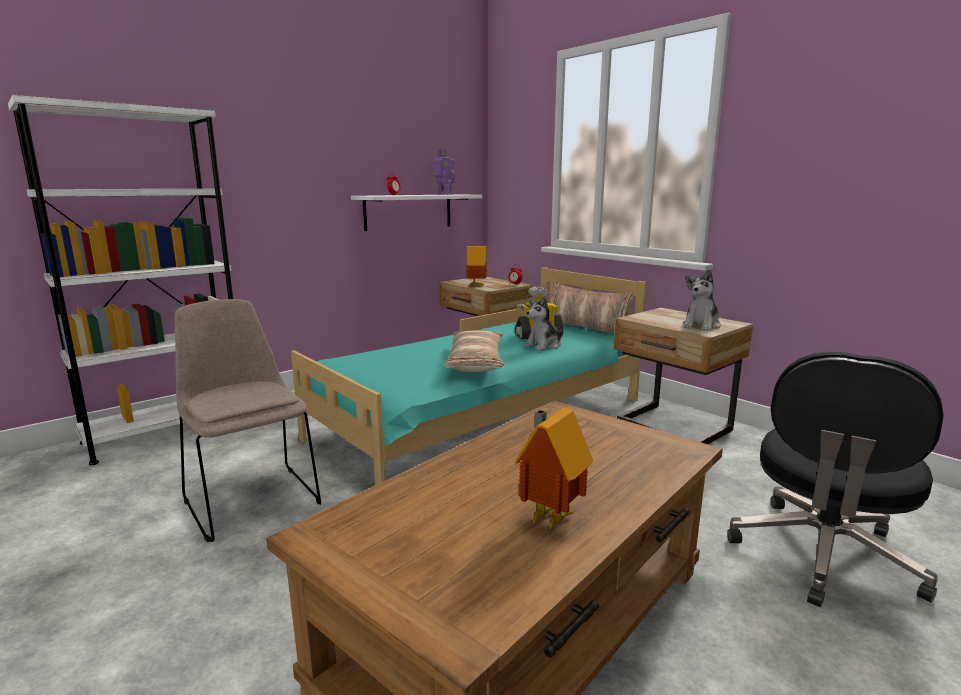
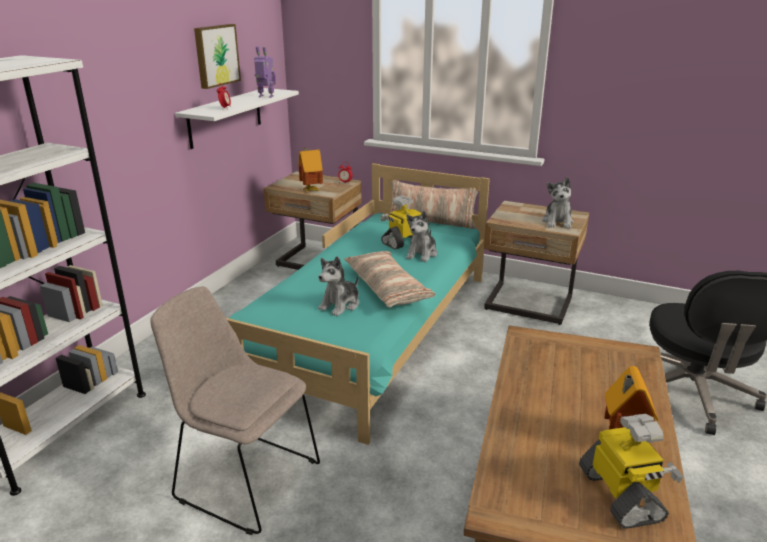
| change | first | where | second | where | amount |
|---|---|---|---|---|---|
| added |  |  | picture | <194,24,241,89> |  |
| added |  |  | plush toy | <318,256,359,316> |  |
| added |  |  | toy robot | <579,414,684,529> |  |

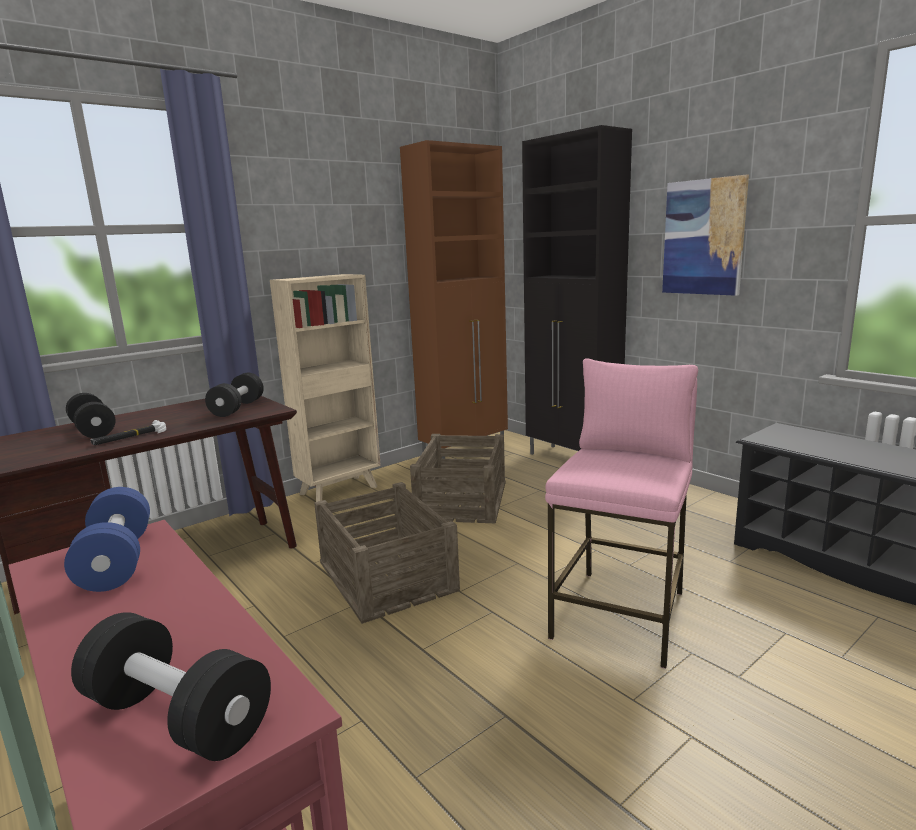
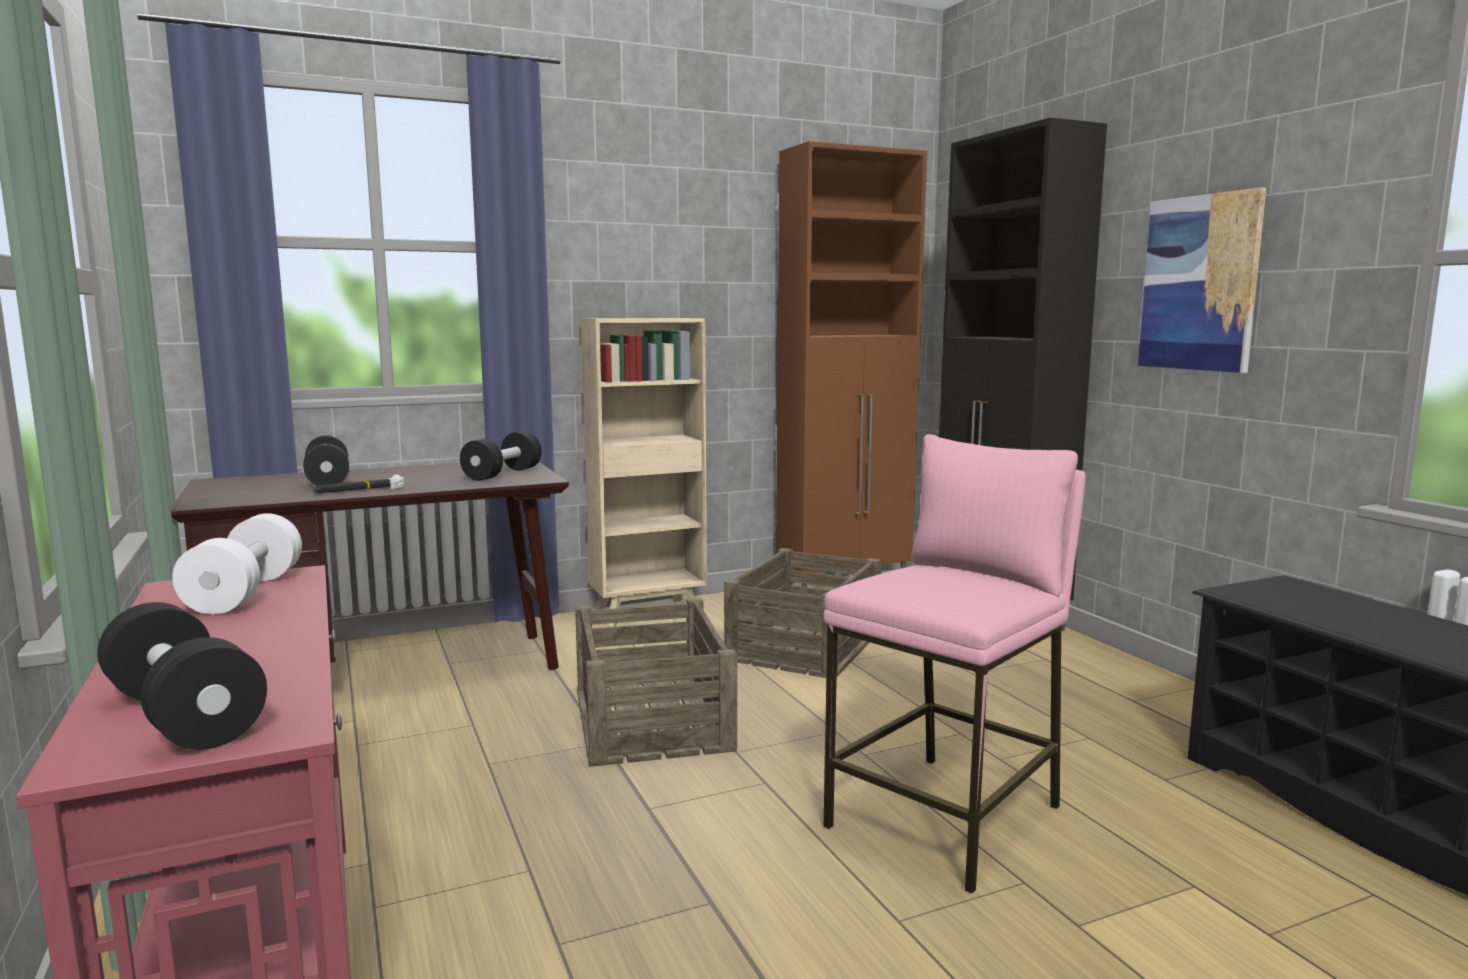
| change | first | where | second | where | amount |
|---|---|---|---|---|---|
| recoloured | blue dumbbell | <64,487,150,592> | white dumbbell | <172,513,302,614> |  |

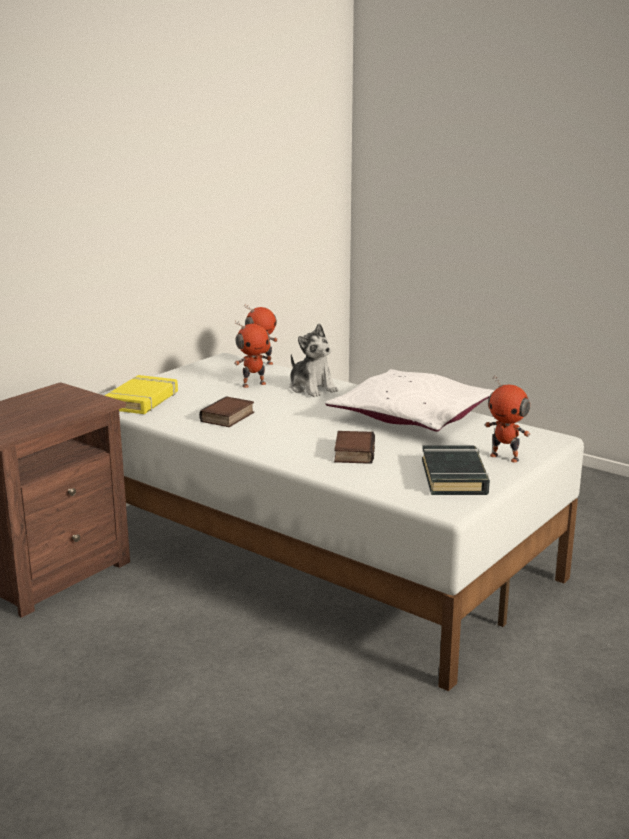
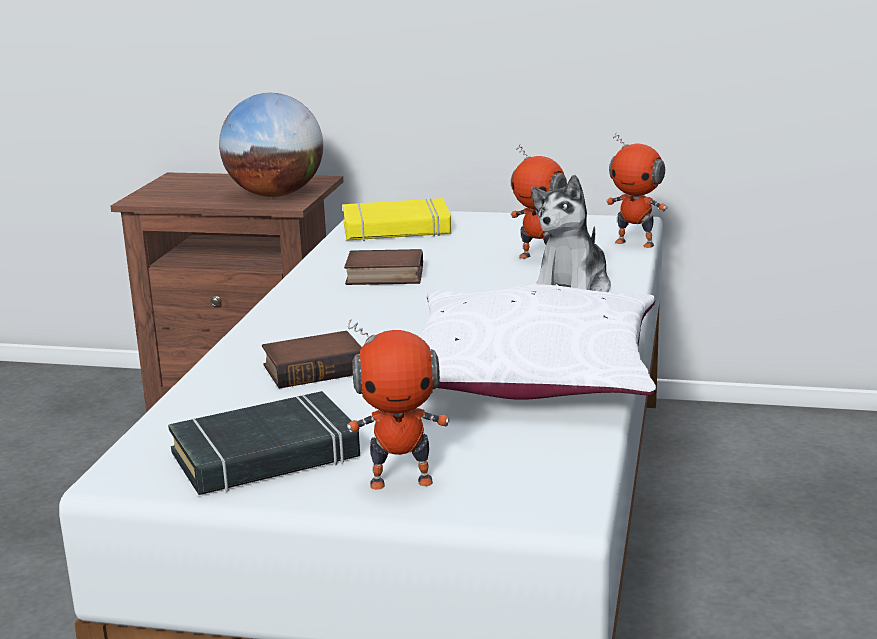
| change | first | where | second | where | amount |
|---|---|---|---|---|---|
| turned | toy robot | <485,375,530,463> |  | <347,319,449,490> | 105 degrees counterclockwise |
| added |  |  | globe | <219,93,323,197> |  |

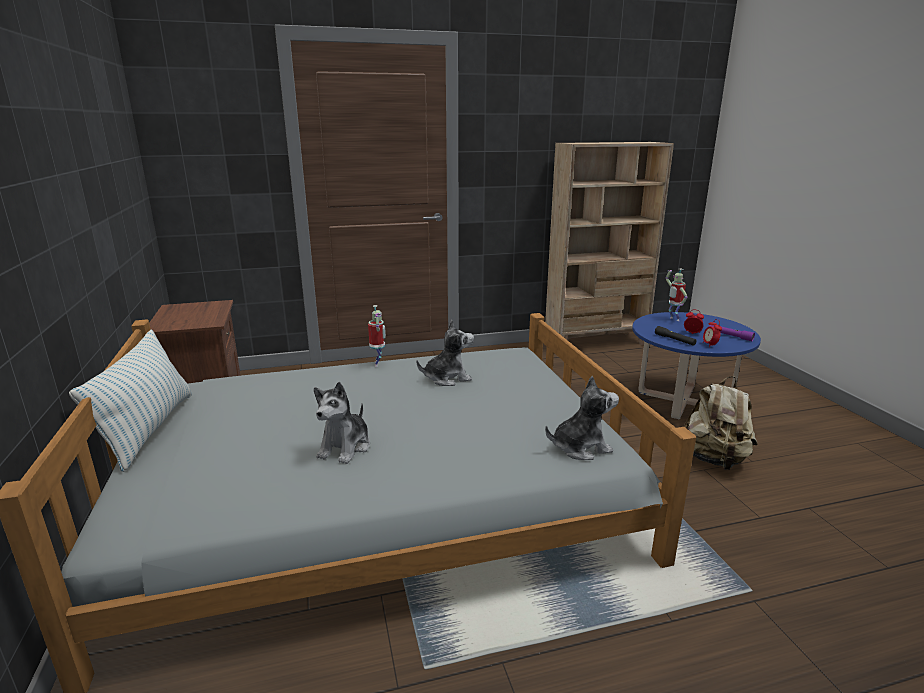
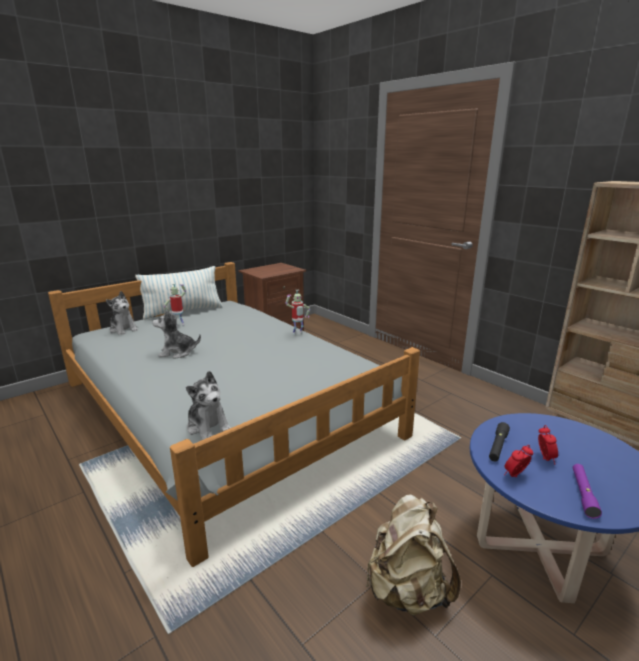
| change | first | where | second | where | amount |
|---|---|---|---|---|---|
| moved | plush toy | <417,320,474,386> |  | <106,291,138,335> |  |
| moved | toy robot | <666,268,687,321> |  | <164,283,186,327> |  |

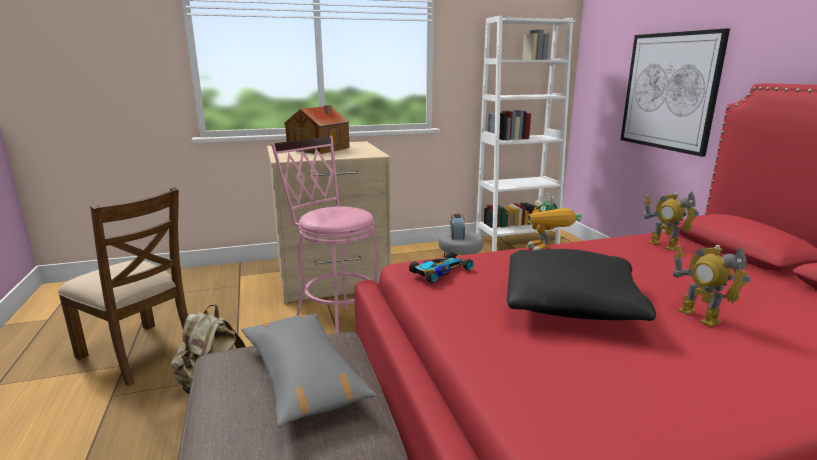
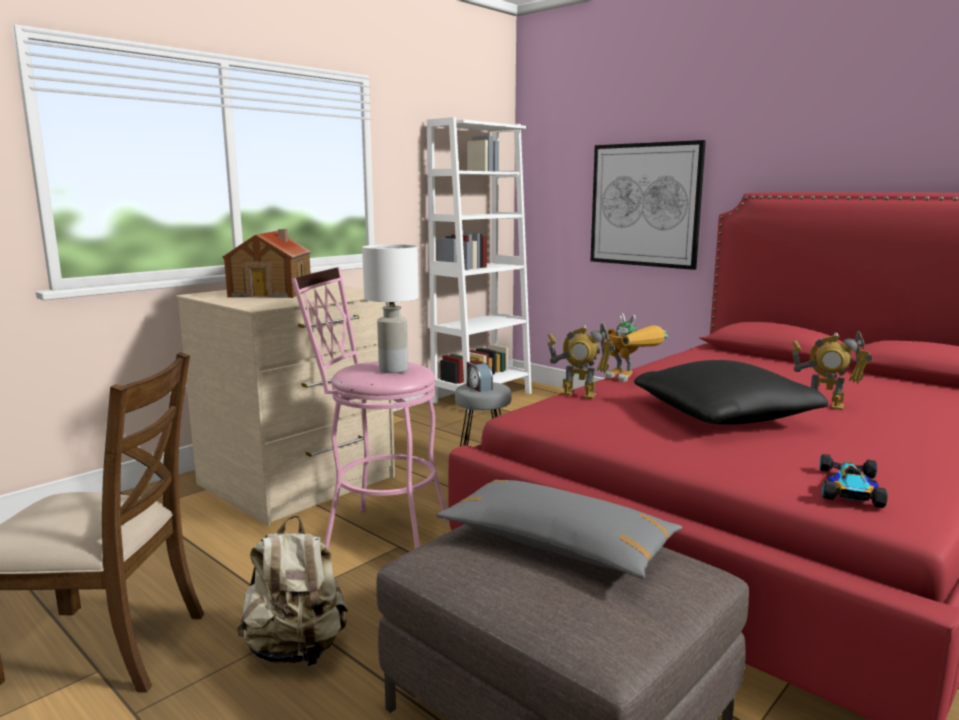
| change | first | where | second | where | amount |
|---|---|---|---|---|---|
| moved | toy car | <409,251,474,283> |  | <820,454,888,508> |  |
| moved | toy robot | <644,191,699,251> |  | <548,322,615,399> |  |
| added |  |  | white table lamp | <362,244,419,373> |  |

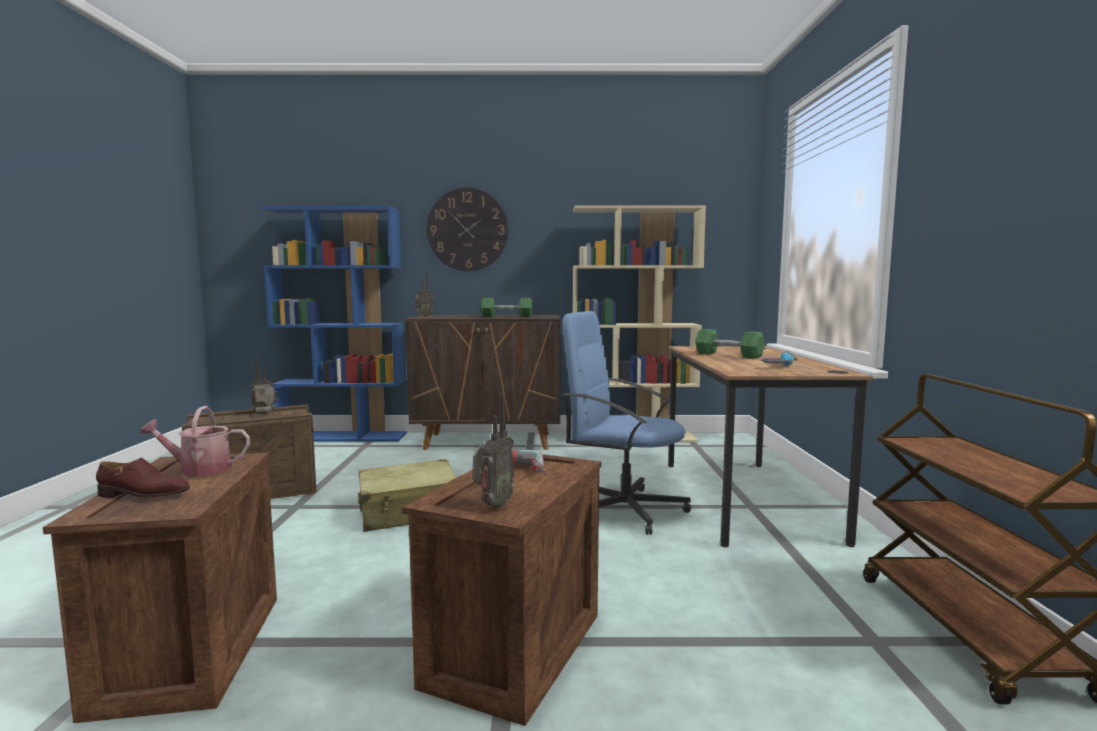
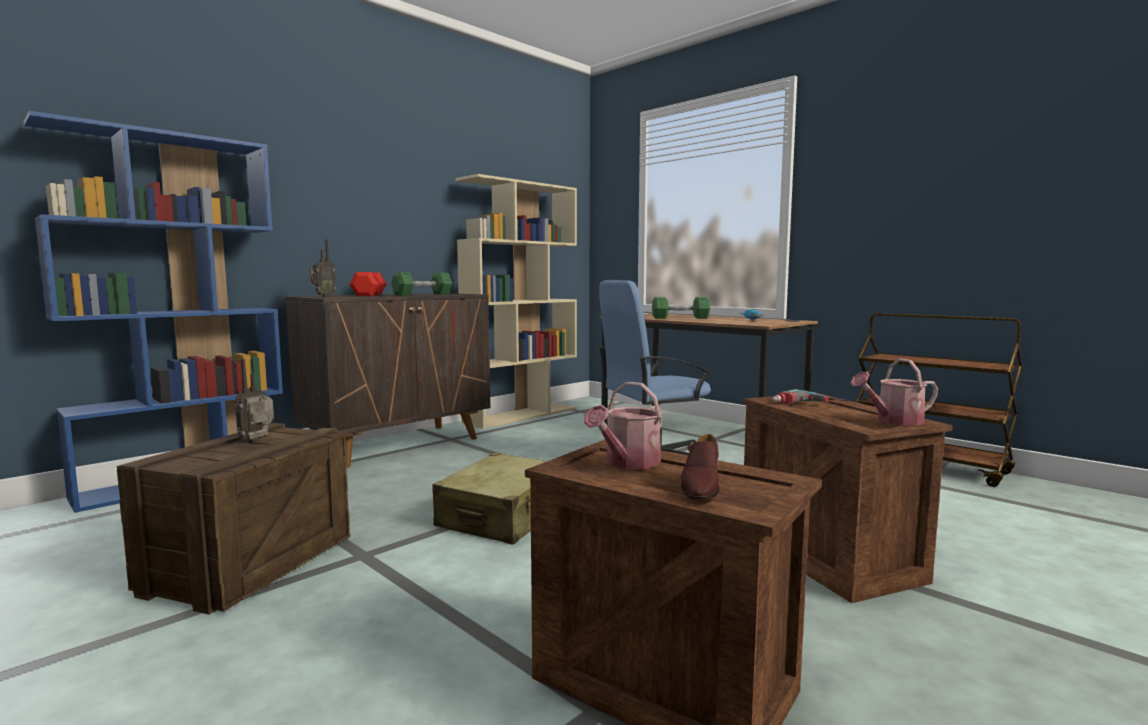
| change | first | where | second | where | amount |
|---|---|---|---|---|---|
| turned | brown shoe | <96,458,190,498> |  | <681,434,719,500> | 150 degrees clockwise |
| removed | wall clock | <426,188,508,271> |  |  |  |
| replaced | radio | <473,392,514,508> | watering can | <851,358,938,426> |  |
| added |  |  | red dumbbell | <349,272,387,296> |  |

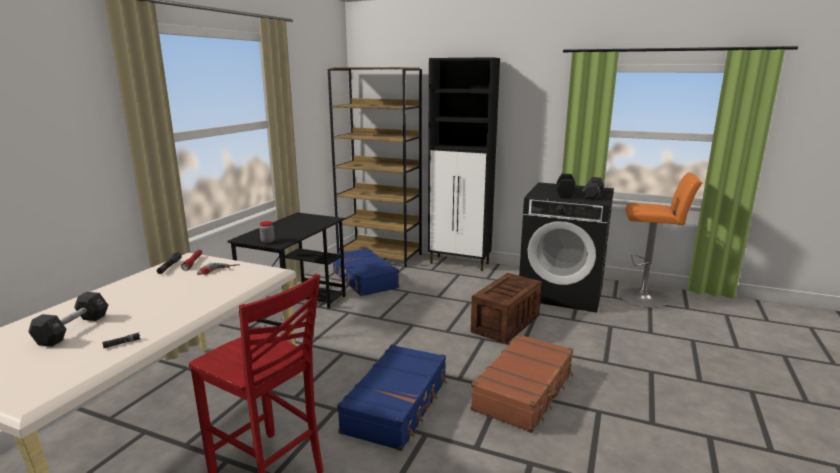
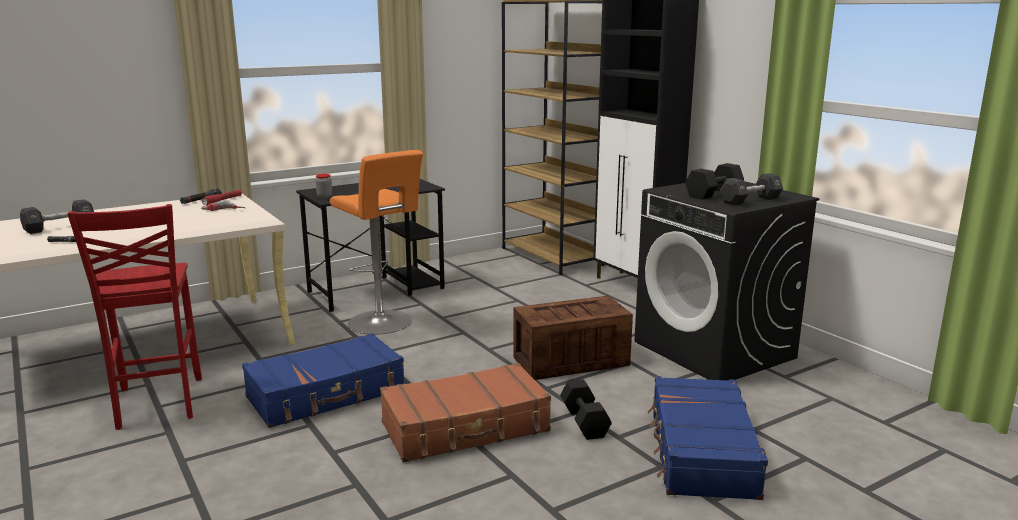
| change | first | where | second | where | amount |
|---|---|---|---|---|---|
| moved | blue suitcase | <333,248,399,296> |  | <648,376,768,500> |  |
| moved | orange stool | <619,172,702,308> |  | <330,150,423,335> |  |
| added |  |  | black dumbbell | <560,380,612,440> |  |

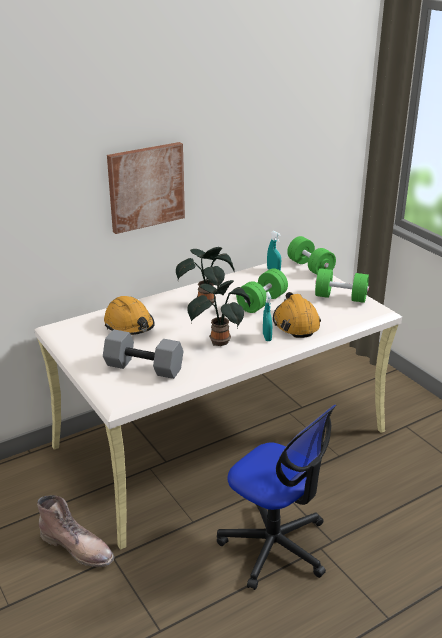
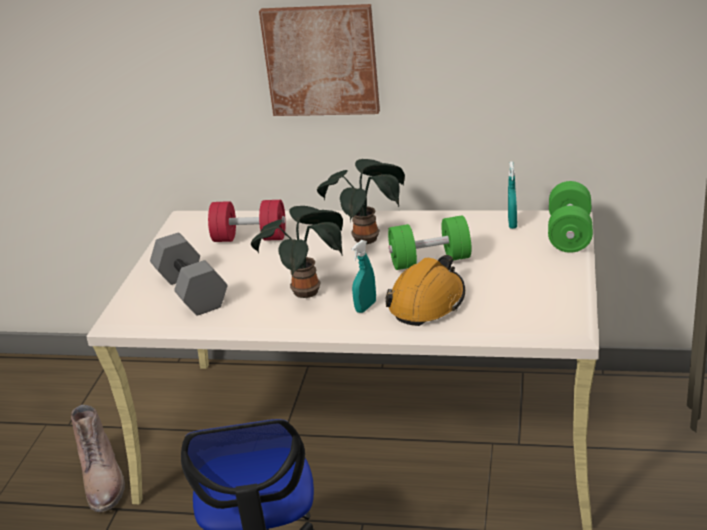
| change | first | where | second | where | amount |
|---|---|---|---|---|---|
| replaced | orange hard hat | <104,296,155,335> | red dumbbell | <208,200,286,242> |  |
| removed | green dumbbell | <315,268,369,303> |  |  |  |

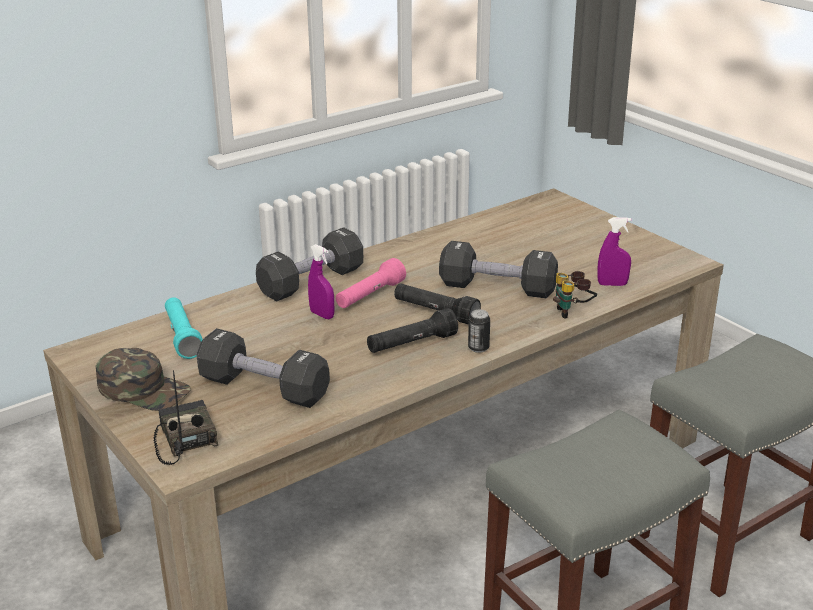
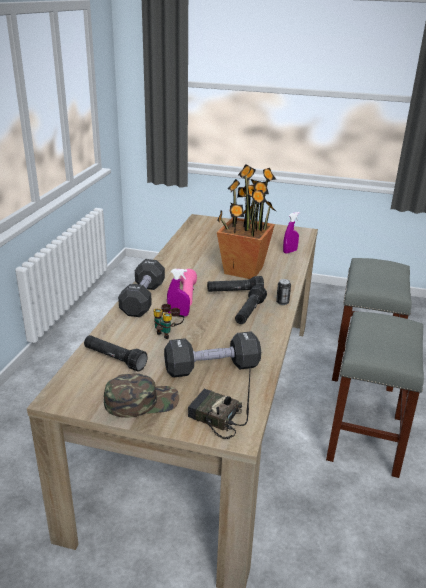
| change | first | where | second | where | amount |
|---|---|---|---|---|---|
| recoloured | turquoise flashlight | <165,297,203,359> | black flashlight | <84,335,148,372> |  |
| replaced | black dumbbell | <439,241,558,298> | potted plant | <217,164,276,279> |  |
| moved | binoculars | <553,271,597,318> |  | <154,304,184,339> |  |

